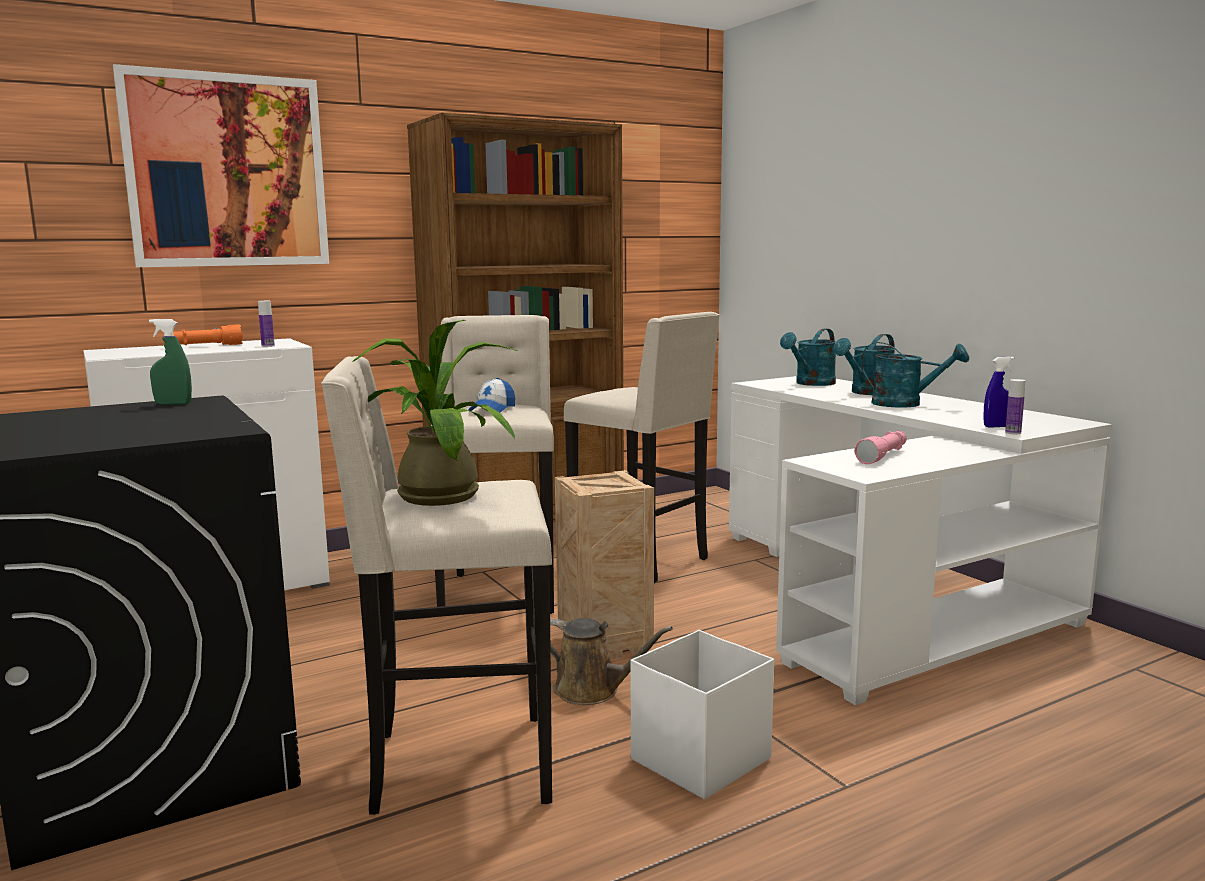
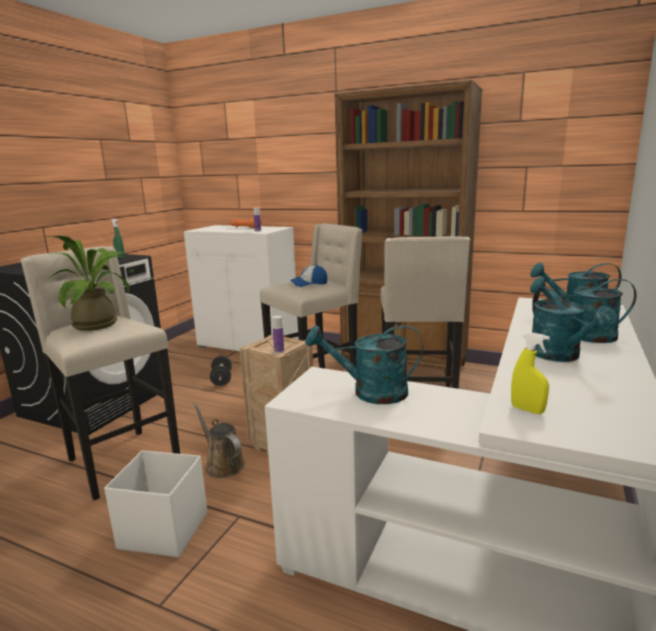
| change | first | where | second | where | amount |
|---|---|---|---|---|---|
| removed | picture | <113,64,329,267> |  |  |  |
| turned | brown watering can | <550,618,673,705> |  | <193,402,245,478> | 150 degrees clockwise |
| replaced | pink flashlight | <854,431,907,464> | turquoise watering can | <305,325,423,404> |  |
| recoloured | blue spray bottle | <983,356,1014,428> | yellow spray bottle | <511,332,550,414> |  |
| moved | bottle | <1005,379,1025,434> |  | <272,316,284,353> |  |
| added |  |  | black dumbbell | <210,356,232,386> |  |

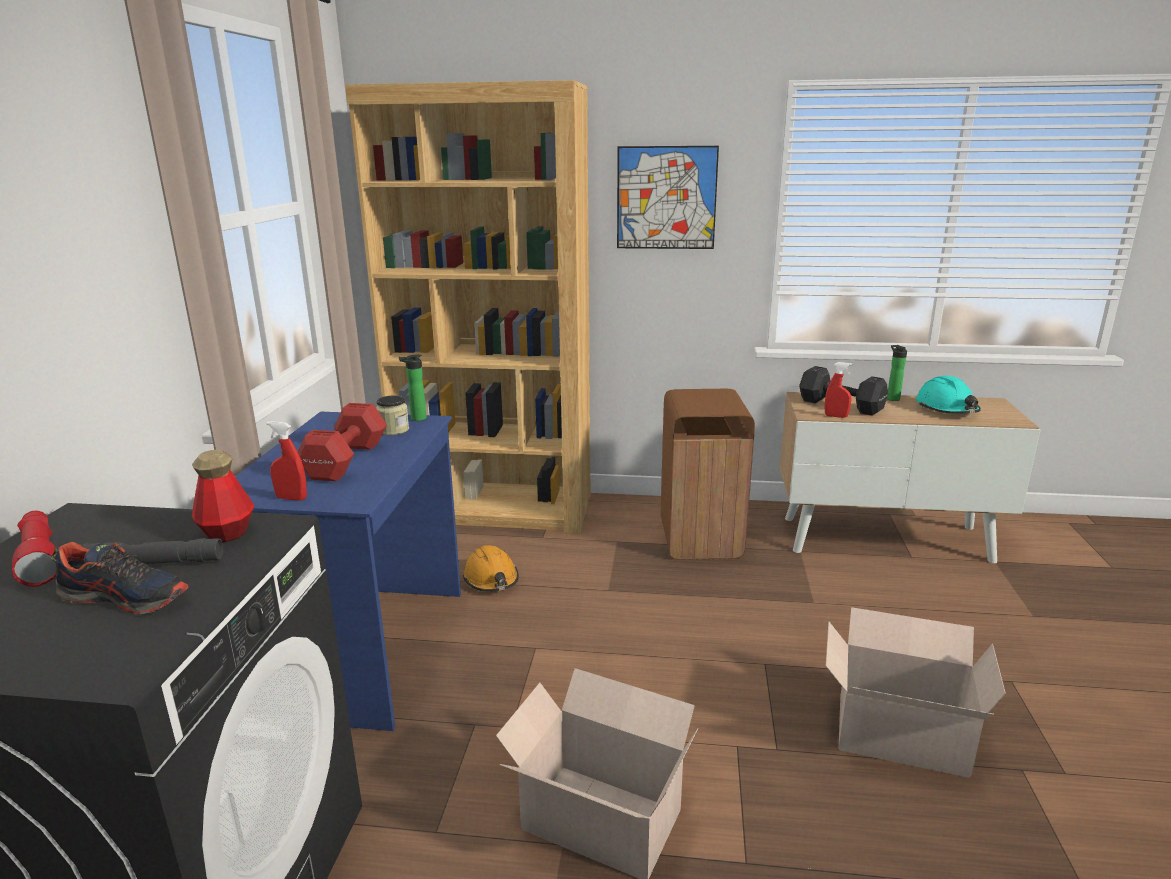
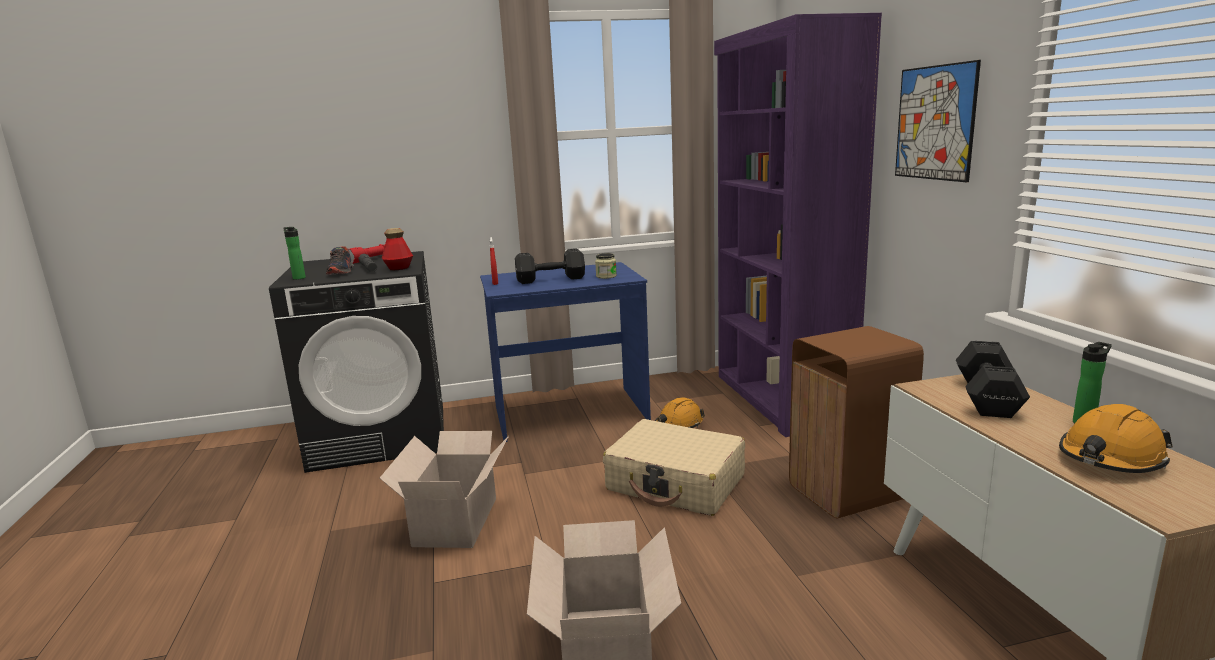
| change | first | where | second | where | amount |
|---|---|---|---|---|---|
| recoloured | red dumbbell | <298,403,387,481> | black dumbbell | <515,249,585,284> |  |
| recoloured | brown bookcase | <345,80,591,533> | purple bookcase | <714,13,882,437> |  |
| moved | bottle | <399,354,426,421> |  | <284,227,306,280> |  |
| removed | red spray bottle | <825,362,852,418> |  |  |  |
| recoloured | turquoise hard hat | <916,376,981,414> | orange hard hat | <1059,404,1173,473> |  |
| added |  |  | beige suitcase | <603,419,745,516> |  |

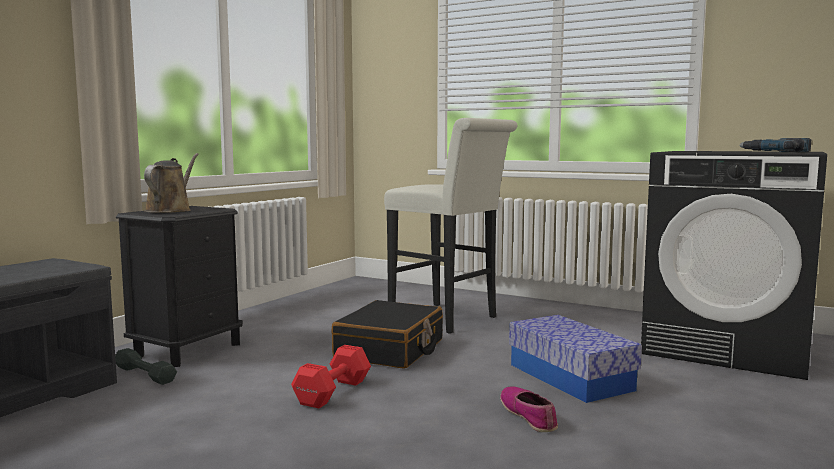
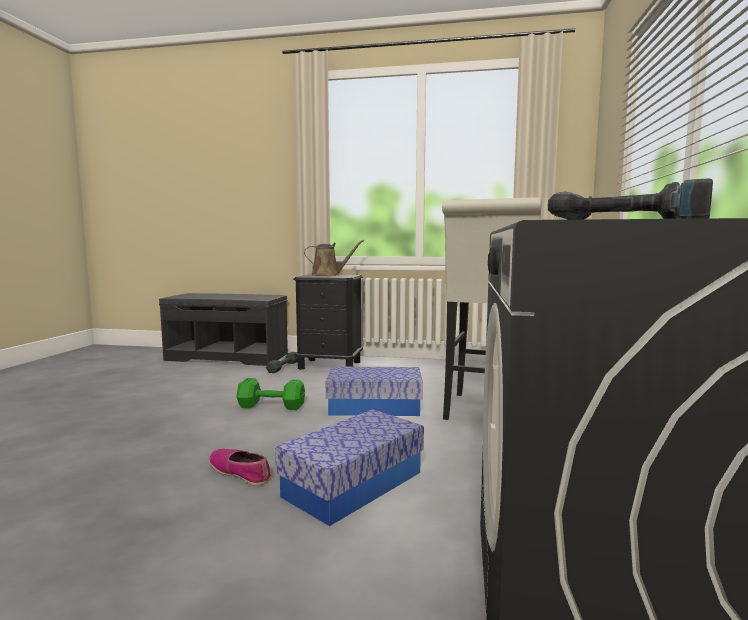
| change | first | where | second | where | amount |
|---|---|---|---|---|---|
| recoloured | red dumbbell | <291,345,371,408> | green dumbbell | <236,378,305,410> |  |
| replaced | black suitcase | <332,300,443,369> | storage box | <326,366,423,416> |  |
| turned | shoe | <500,386,558,432> |  | <209,449,271,486> | 105 degrees counterclockwise |

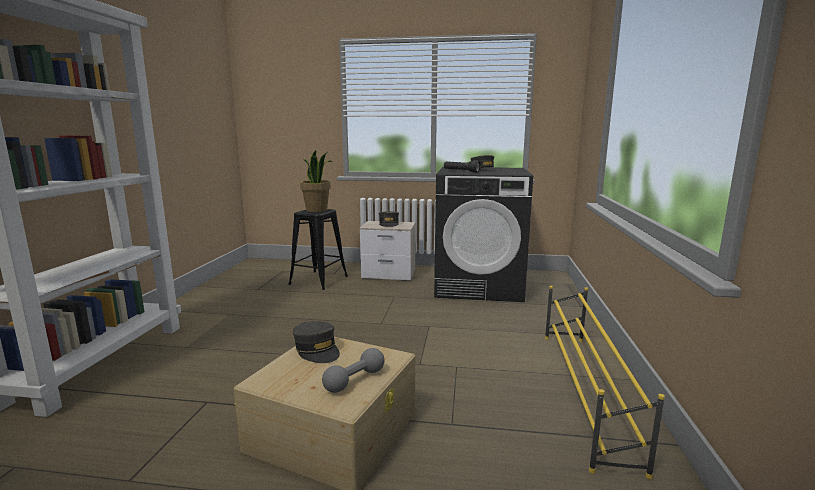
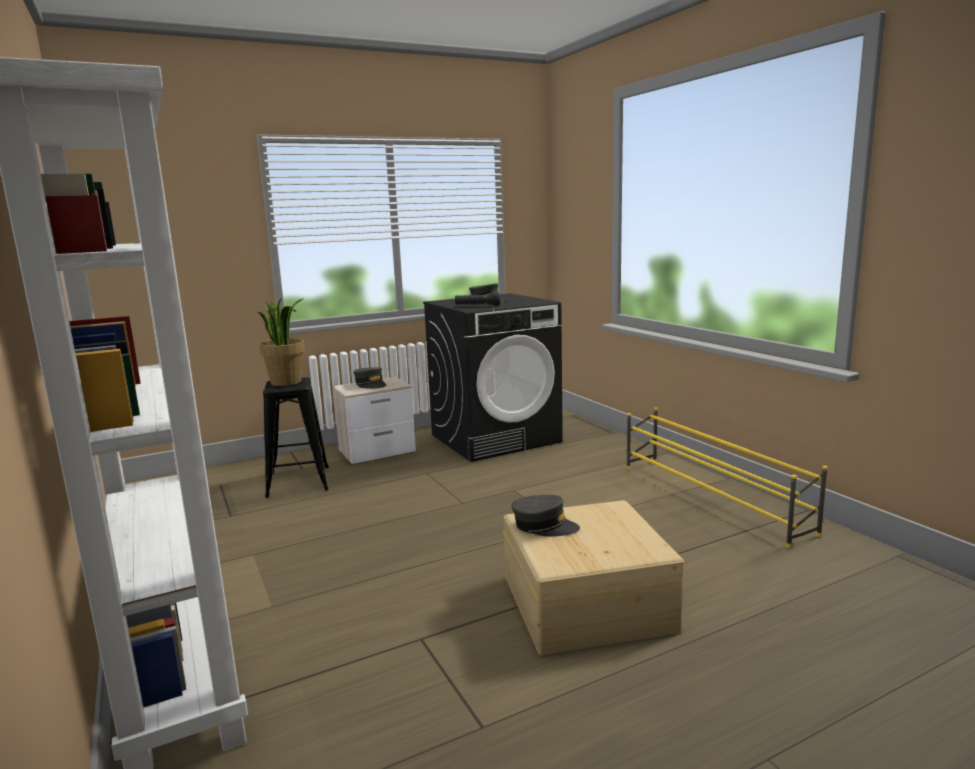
| change | first | where | second | where | amount |
|---|---|---|---|---|---|
| removed | grey dumbbell | <322,348,385,393> |  |  |  |

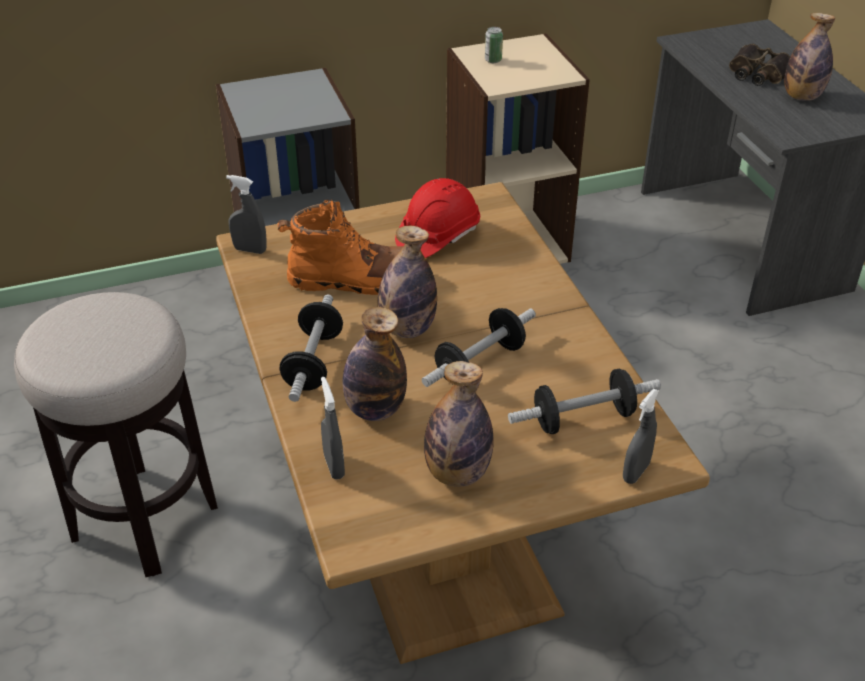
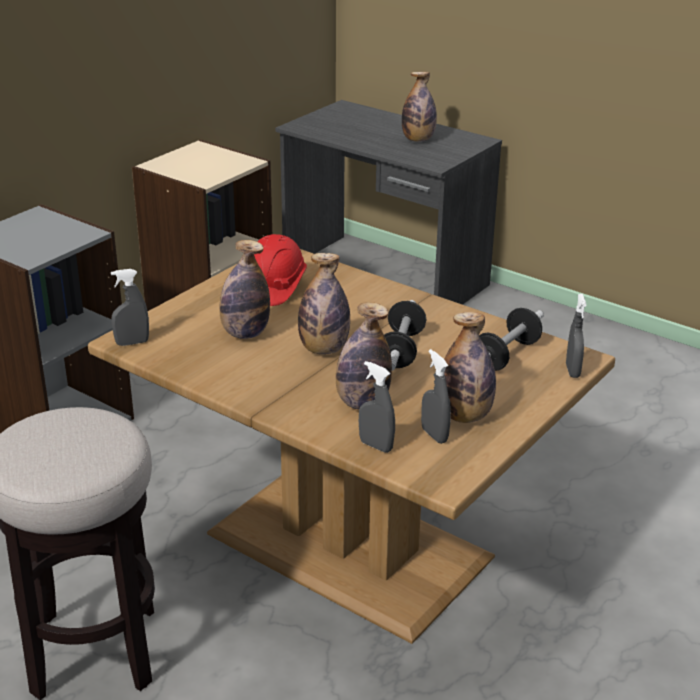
| change | first | where | second | where | amount |
|---|---|---|---|---|---|
| replaced | orange boot | <277,199,403,295> | bottle | <219,240,270,339> |  |
| removed | dumbbell | <279,294,343,402> |  |  |  |
| removed | can | <485,27,503,63> |  |  |  |
| removed | binoculars | <729,44,790,86> |  |  |  |
| added |  |  | grey spray bottle | <421,349,451,444> |  |

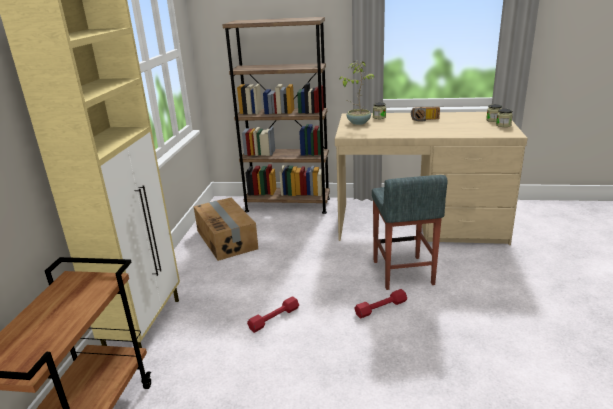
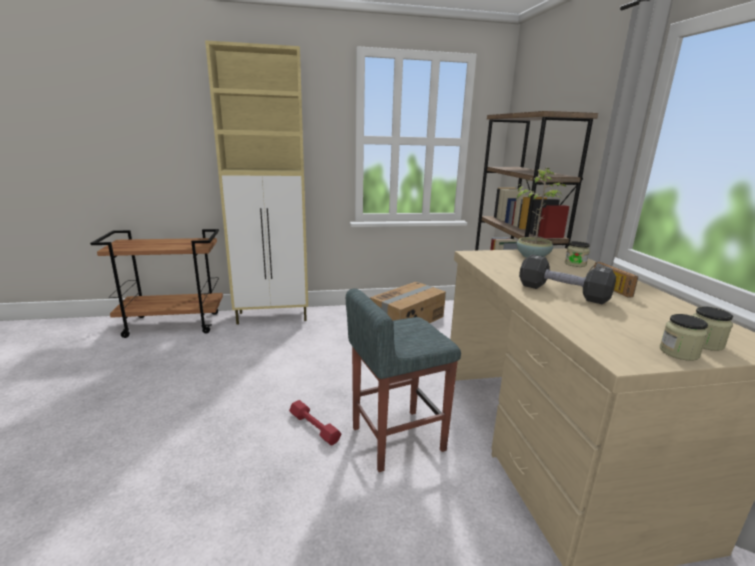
| change | first | where | second | where | amount |
|---|---|---|---|---|---|
| removed | red dumbbell | <247,296,299,333> |  |  |  |
| added |  |  | black dumbbell | <519,254,616,304> |  |

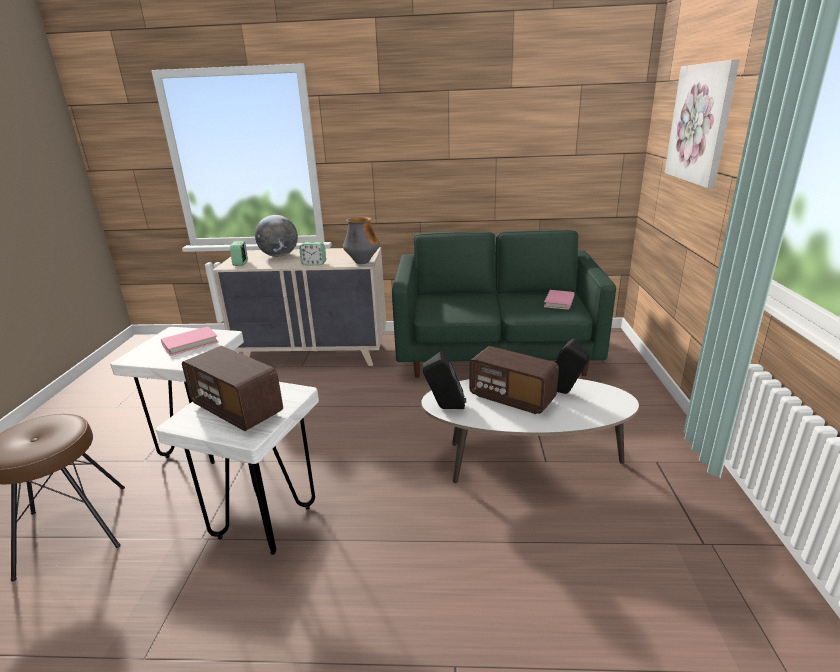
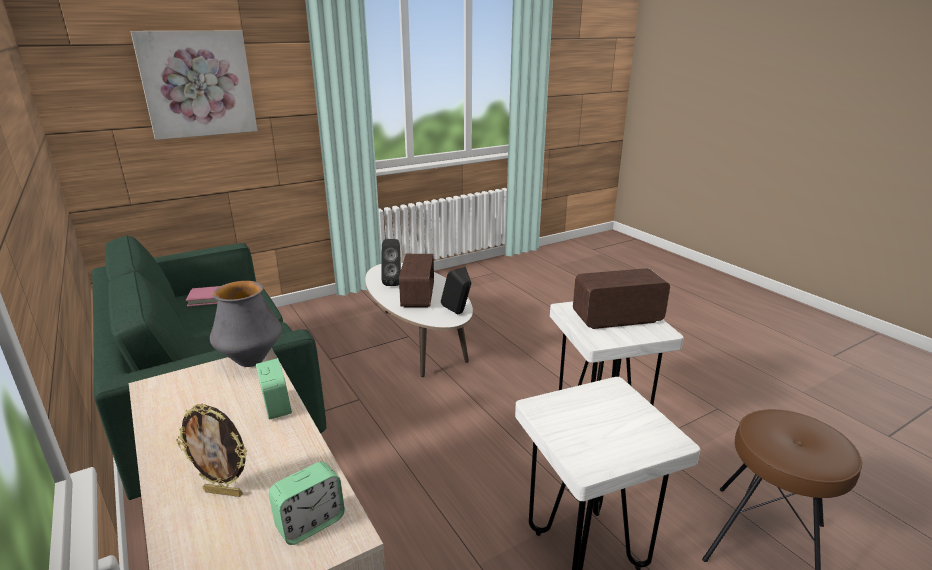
| change | first | where | second | where | amount |
|---|---|---|---|---|---|
| removed | pink book | <161,327,219,356> |  |  |  |
| turned | radio | <182,346,283,431> |  | <573,268,670,329> | 105 degrees counterclockwise |
| replaced | globe | <255,215,298,257> | picture frame | <176,403,247,497> |  |

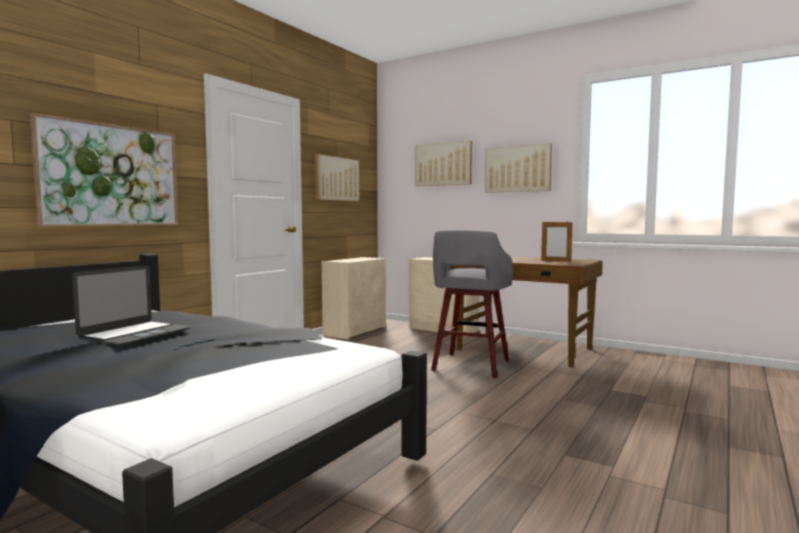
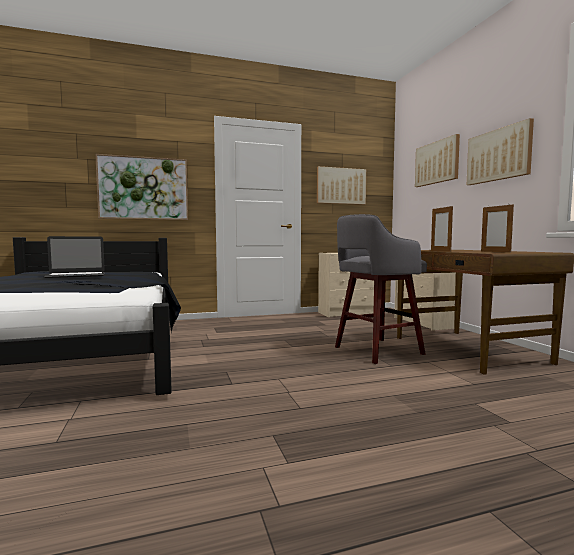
| change | first | where | second | where | amount |
|---|---|---|---|---|---|
| added |  |  | picture frame | <431,205,453,252> |  |

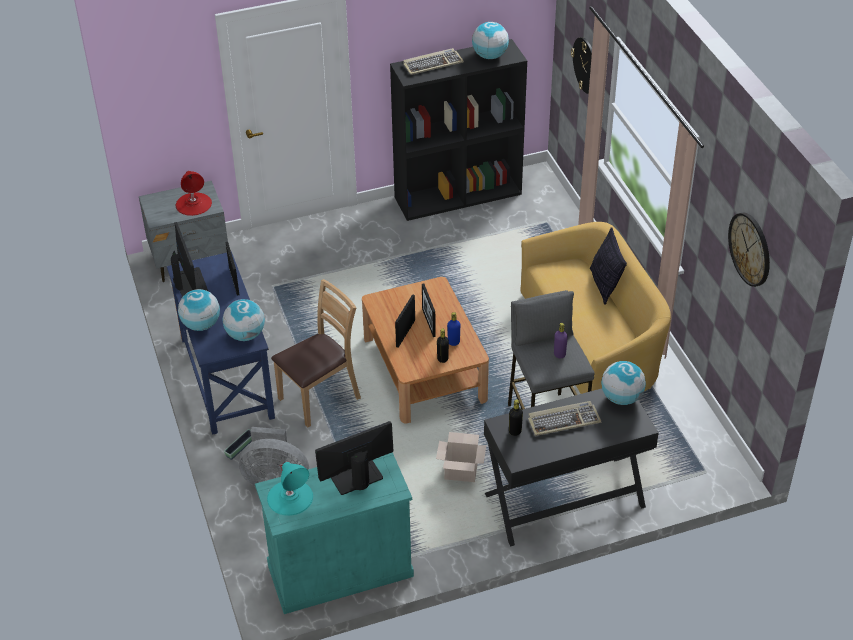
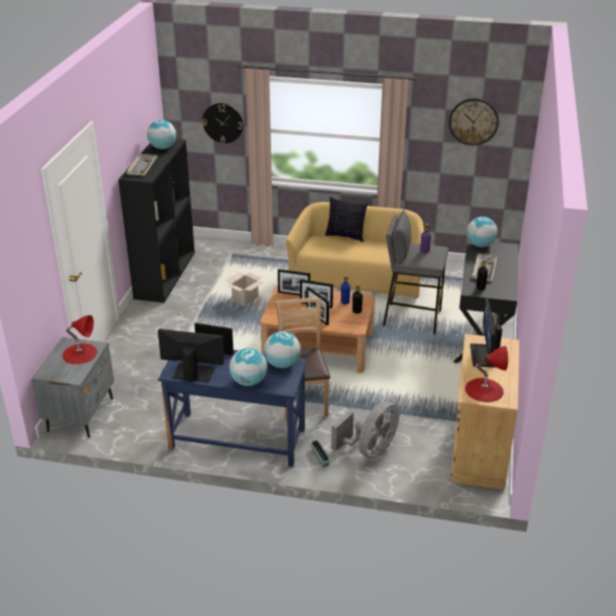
| change | first | where | second | where | amount |
|---|---|---|---|---|---|
| recoloured | turquoise cabinet | <255,452,414,614> | beige cabinet | <451,334,519,490> |  |
| recoloured | turquoise table lamp | <267,462,313,516> | red table lamp | <465,346,508,402> |  |
| moved | cardboard box | <436,432,486,482> |  | <225,272,264,306> |  |
| added |  |  | picture frame | <278,269,310,296> |  |

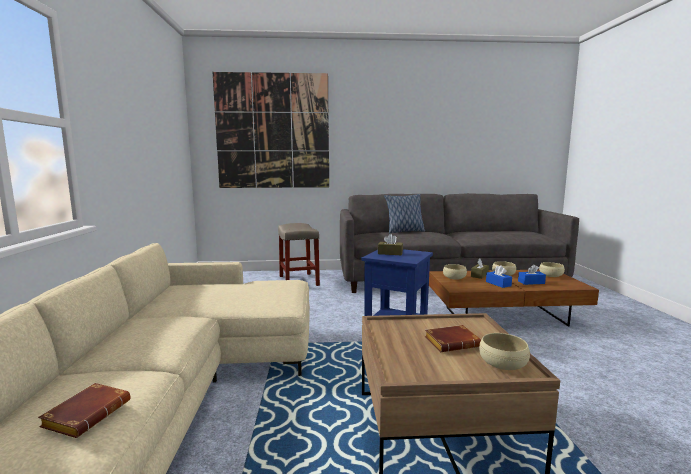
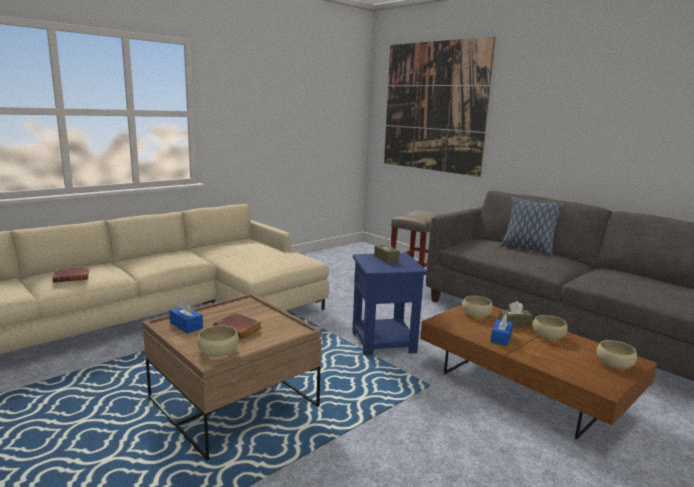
| change | first | where | second | where | amount |
|---|---|---|---|---|---|
| moved | blue tissue box | <518,264,546,285> |  | <169,299,203,334> |  |

